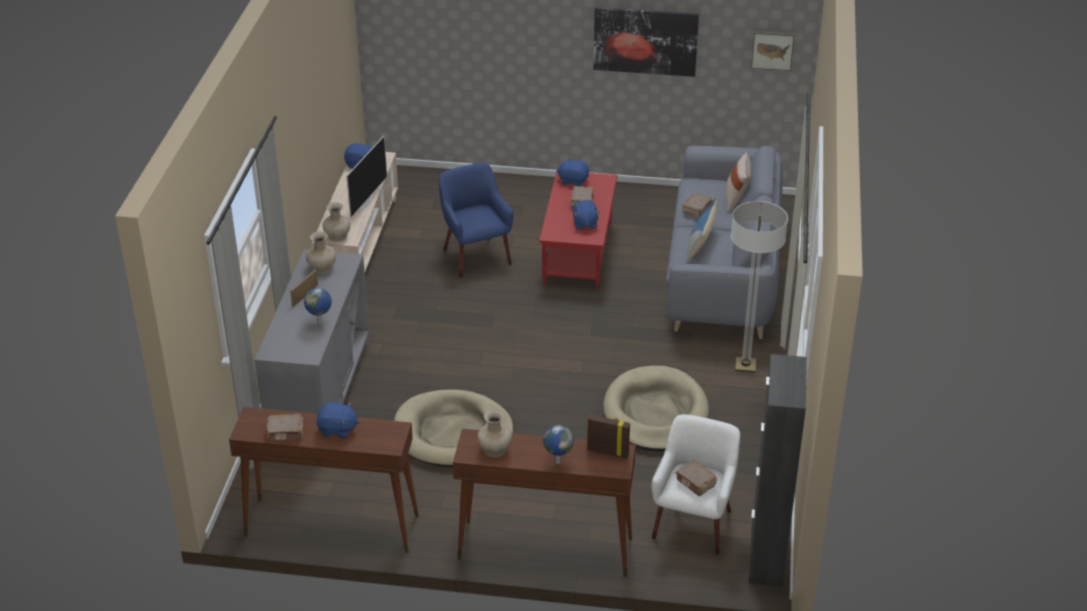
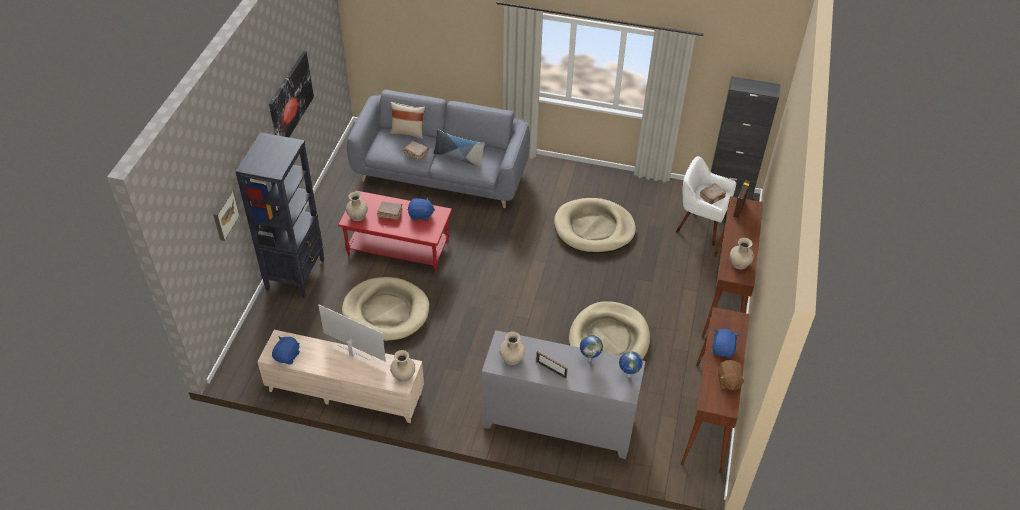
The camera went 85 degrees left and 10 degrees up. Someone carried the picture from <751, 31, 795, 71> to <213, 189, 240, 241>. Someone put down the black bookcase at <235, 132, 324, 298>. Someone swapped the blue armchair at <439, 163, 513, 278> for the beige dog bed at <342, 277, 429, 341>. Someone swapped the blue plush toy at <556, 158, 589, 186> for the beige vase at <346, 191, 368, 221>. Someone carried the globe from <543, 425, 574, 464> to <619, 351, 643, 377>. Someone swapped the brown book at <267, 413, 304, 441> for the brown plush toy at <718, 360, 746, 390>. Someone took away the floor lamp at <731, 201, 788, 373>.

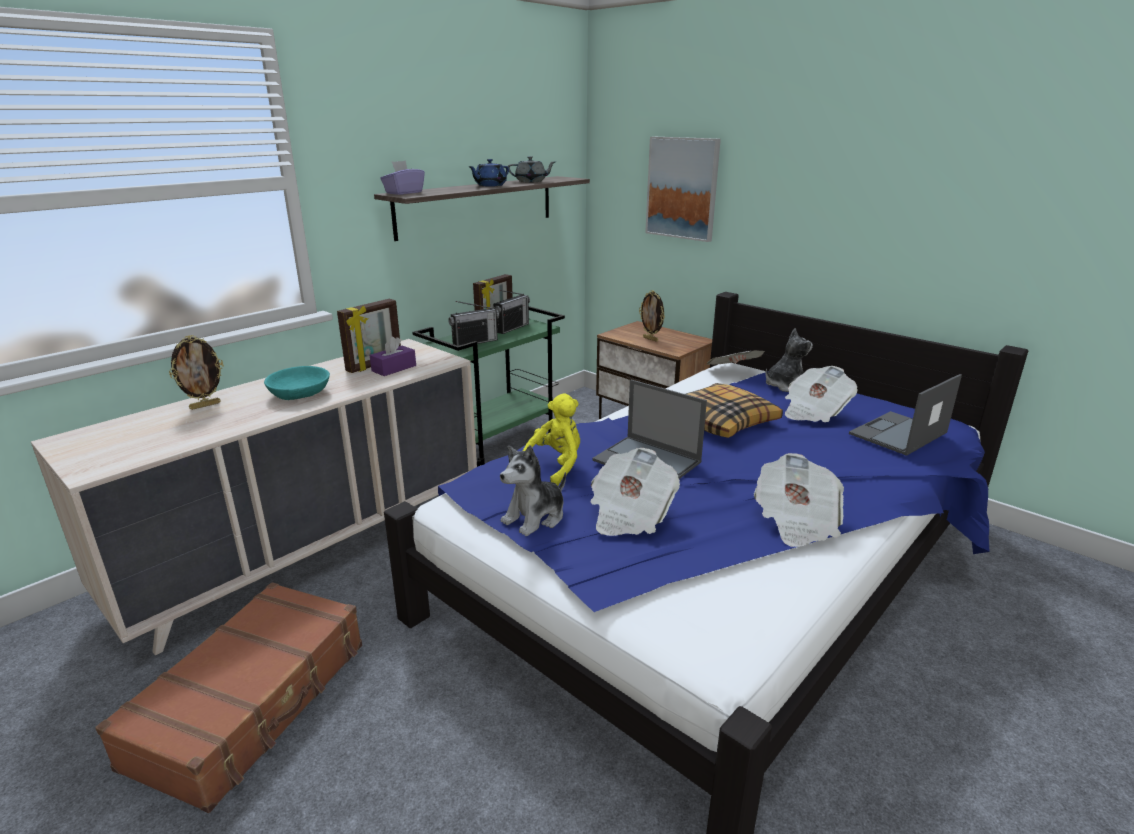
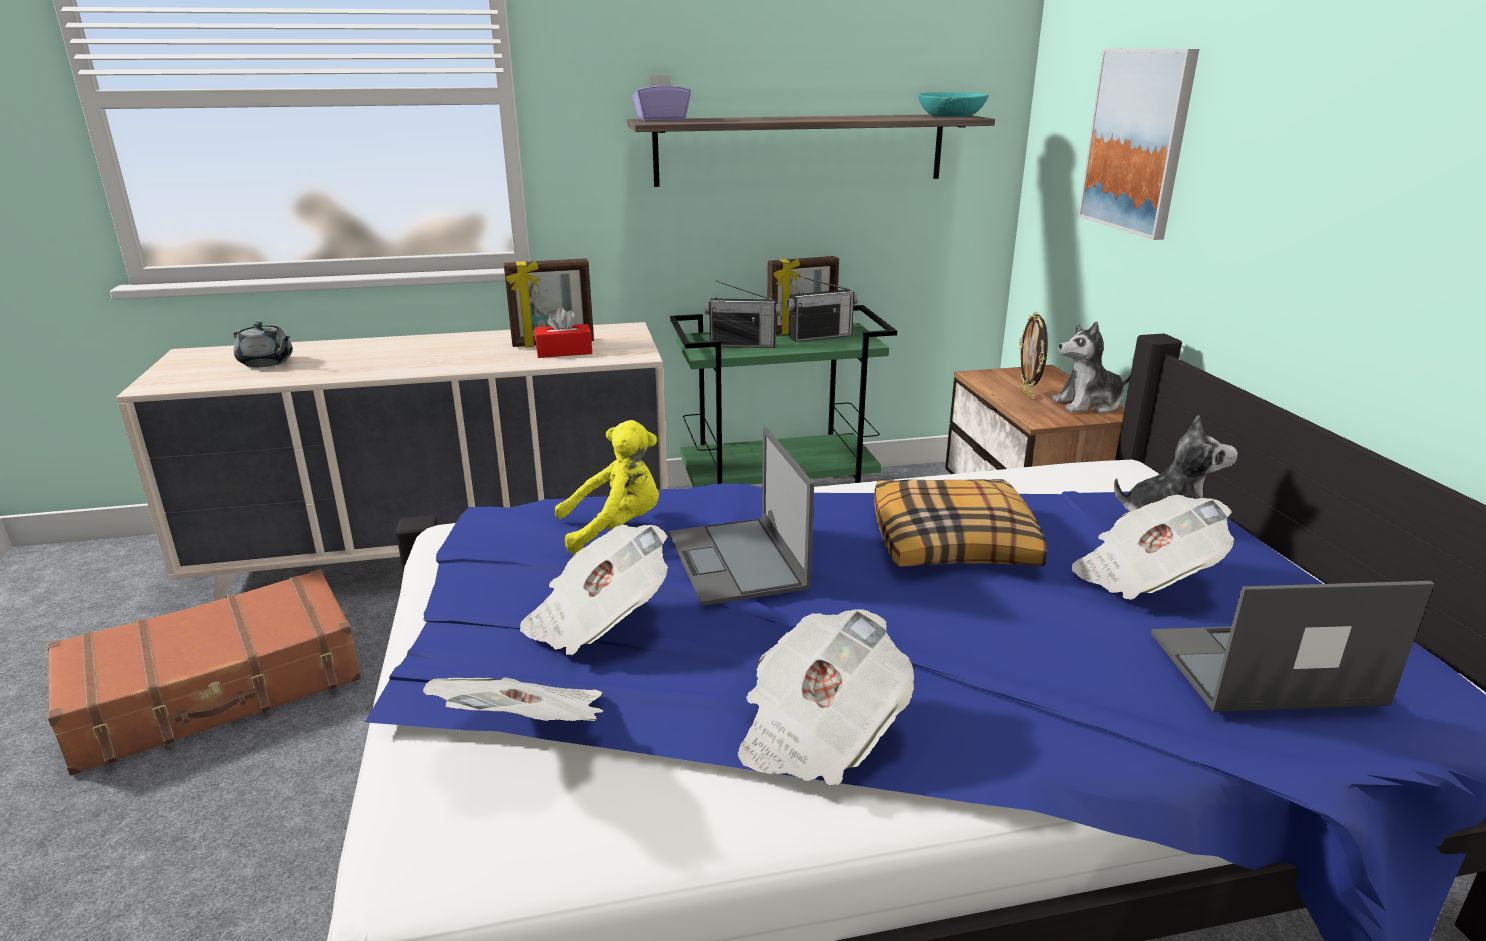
The camera went 35 degrees right and 0 degrees up. Someone carried the grey teapot from <508, 156, 555, 182> to <233, 321, 293, 367>. Someone carried the newspaper from <705, 350, 765, 365> to <423, 677, 603, 721>. Someone repainted the purple tissue box at <370, 336, 416, 376>, which became the red tissue box at <534, 307, 592, 358>. Someone carried the turquoise bowl from <264, 366, 330, 400> to <918, 92, 989, 117>. Someone carried the plush toy from <500, 445, 566, 536> to <1052, 321, 1131, 413>. Someone took away the picture frame at <169, 335, 224, 410>. Someone took away the blue teapot at <468, 159, 509, 187>.

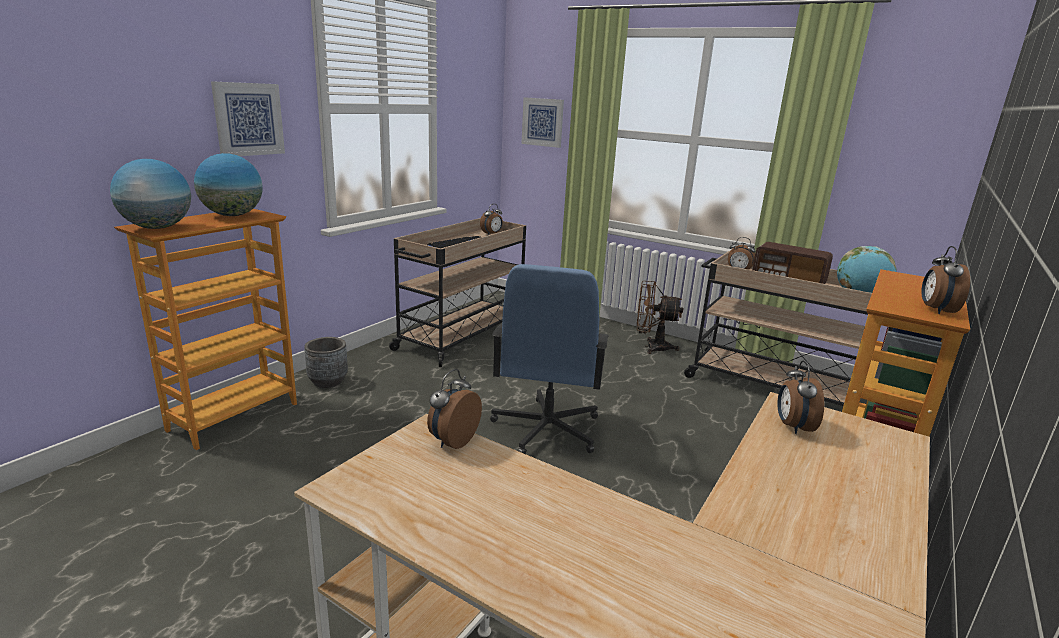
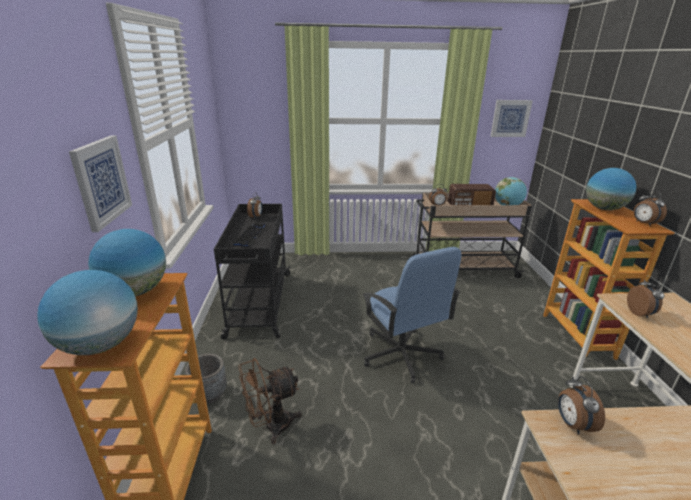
The camera went 35 degrees left and 5 degrees up. Someone repainted the beige cart at <389, 218, 526, 367>, which became the black cart at <214, 204, 291, 340>. Someone carried the brown fan from <637, 281, 683, 354> to <238, 358, 302, 444>. Someone carried the picture from <521, 97, 564, 148> to <491, 100, 533, 137>. Someone put down the globe at <586, 168, 636, 210>. Someone rotated the alarm clock at <777, 361, 824, 434> by 150 degrees counterclockwise.

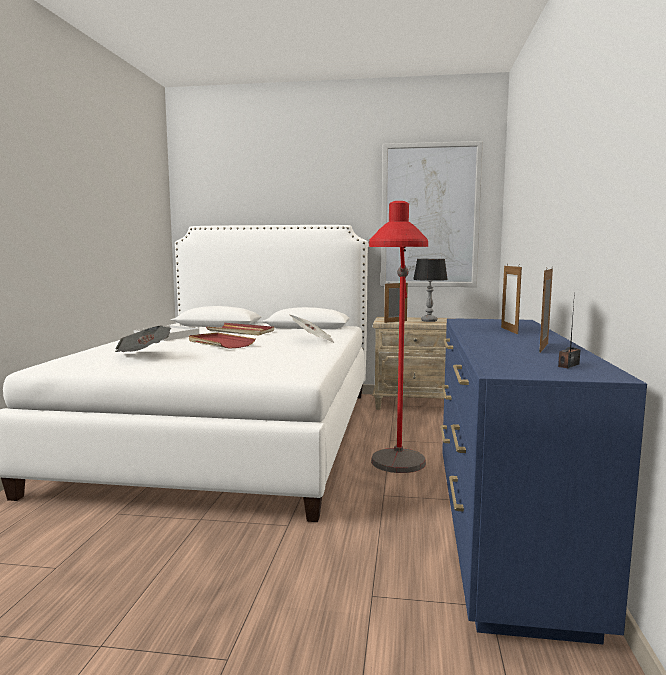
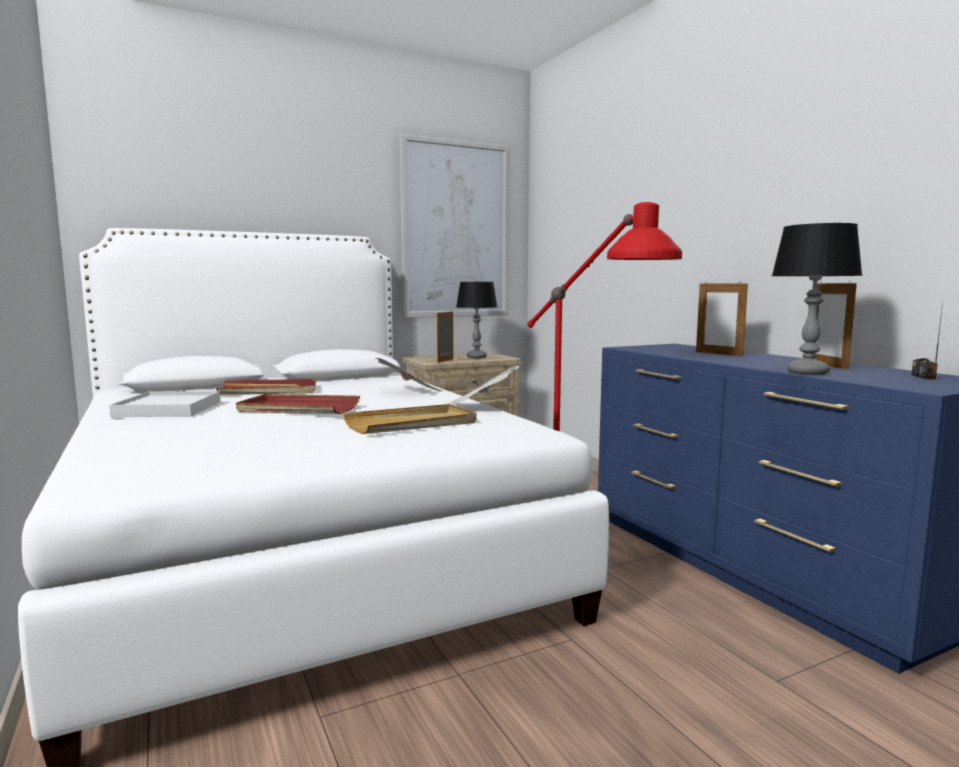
The camera went 35 degrees left and 0 degrees up. Someone put down the beige tray at <343, 404, 477, 434>. Someone carried the newspaper from <115, 326, 171, 352> to <448, 365, 519, 405>. Someone put down the table lamp at <772, 223, 863, 375>.

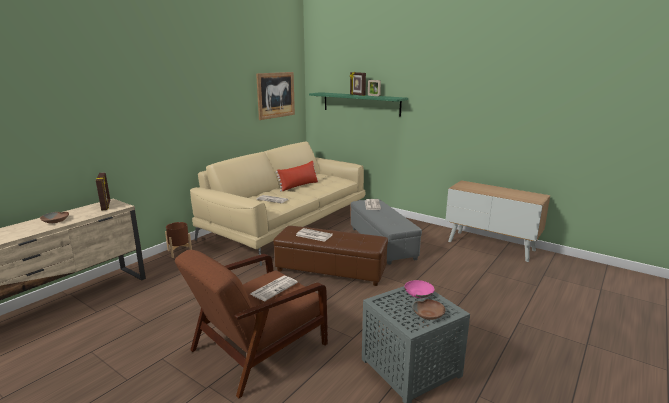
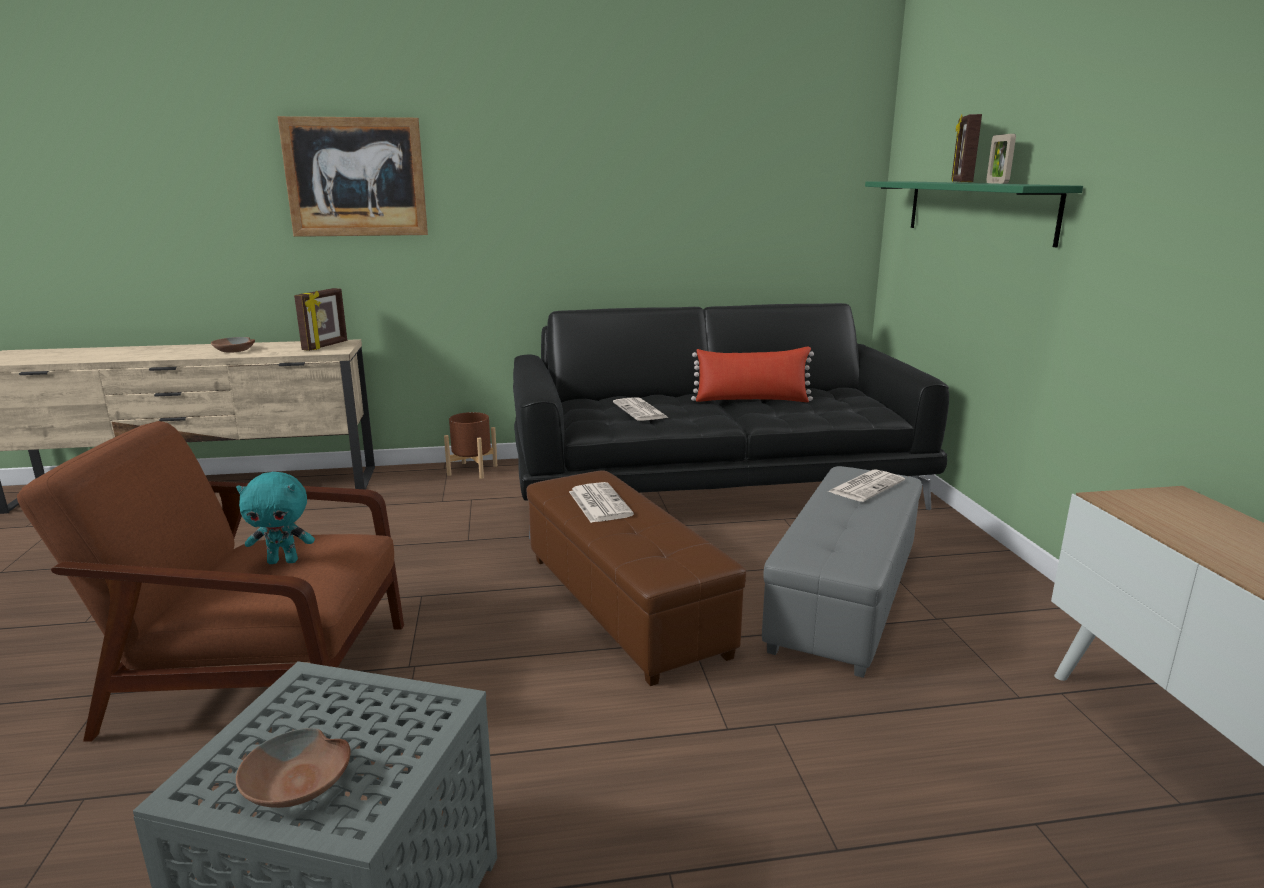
The camera went 45 degrees right and 0 degrees up. Someone swapped the newspaper at <250, 276, 298, 301> for the turquoise plush toy at <236, 472, 315, 564>. Someone carried the picture from <256, 72, 295, 120> to <277, 116, 428, 237>. Someone repainted the beige sofa at <190, 141, 365, 266>, which became the black sofa at <513, 303, 949, 539>. Someone took away the pink bowl at <404, 280, 435, 298>.

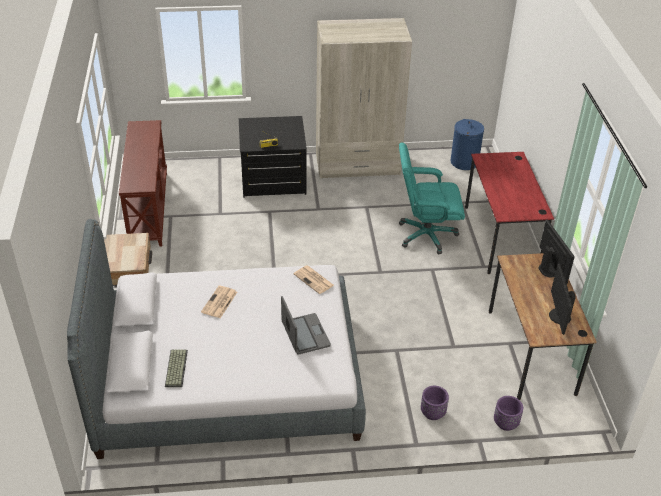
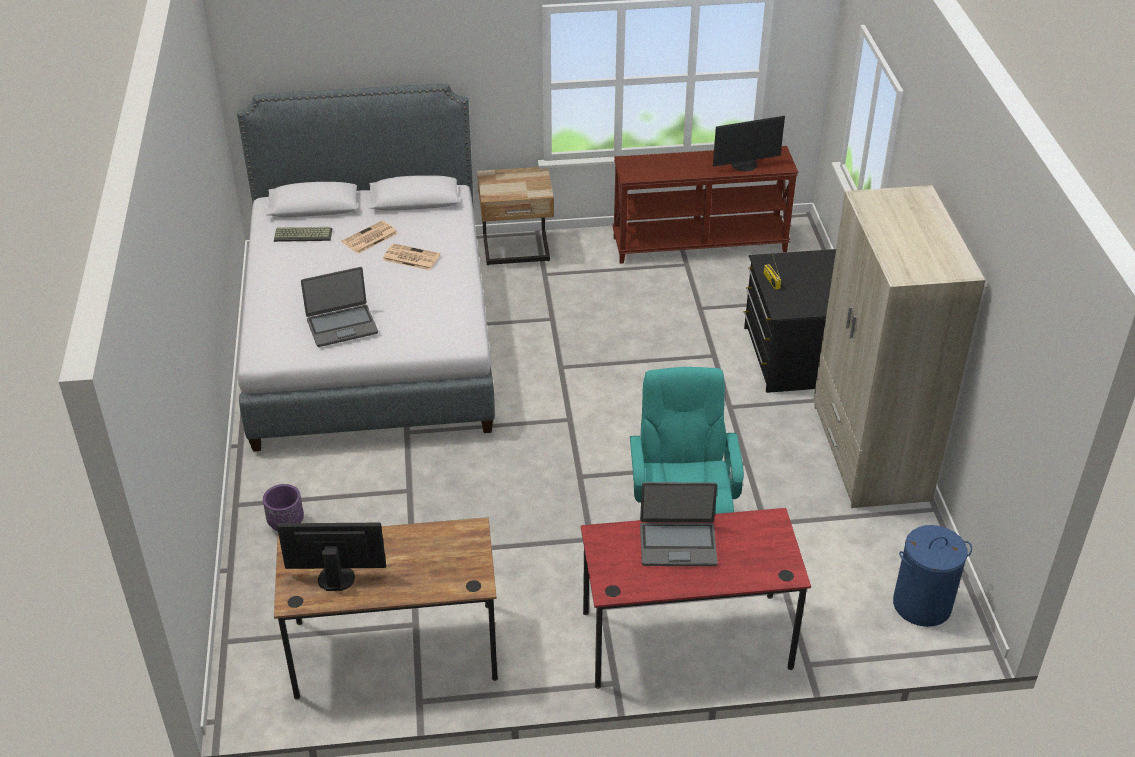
The camera went 90 degrees right and 0 degrees up. Someone carried the newspaper from <293, 266, 334, 294> to <342, 221, 398, 254>. Someone put down the laptop at <640, 482, 718, 566>. Someone carried the monitor from <538, 219, 575, 284> to <713, 116, 785, 171>. Someone took away the purple planter at <494, 396, 523, 431>.

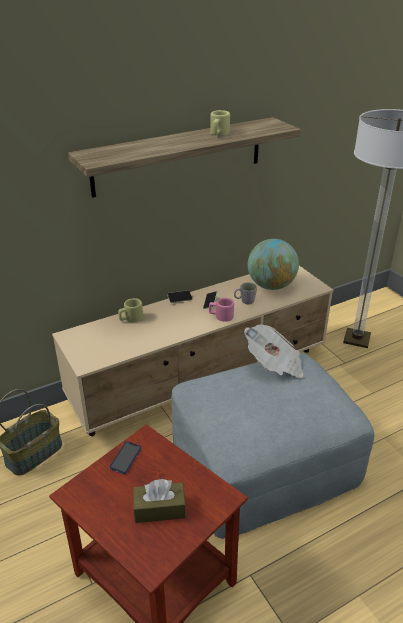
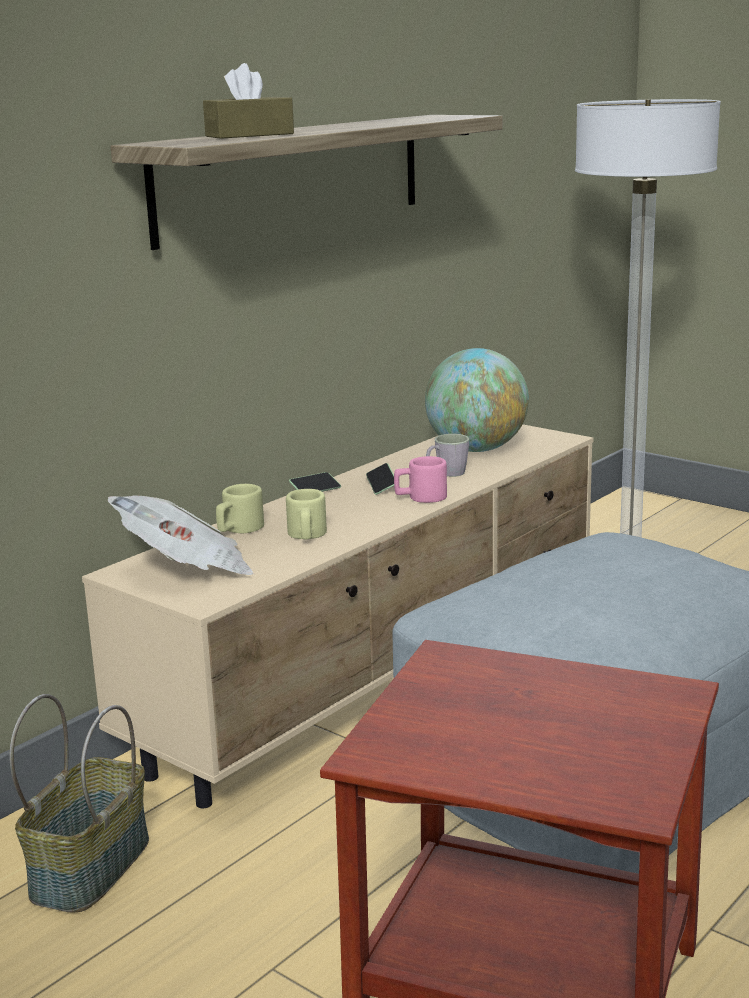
The camera went 20 degrees left and 15 degrees down. Someone carried the newspaper from <244, 325, 304, 378> to <108, 495, 254, 575>. Someone carried the brown tissue box from <133, 479, 186, 523> to <203, 63, 294, 139>. Someone carried the beige mug from <210, 110, 230, 136> to <286, 489, 327, 540>. Someone took away the phone at <110, 441, 141, 474>.

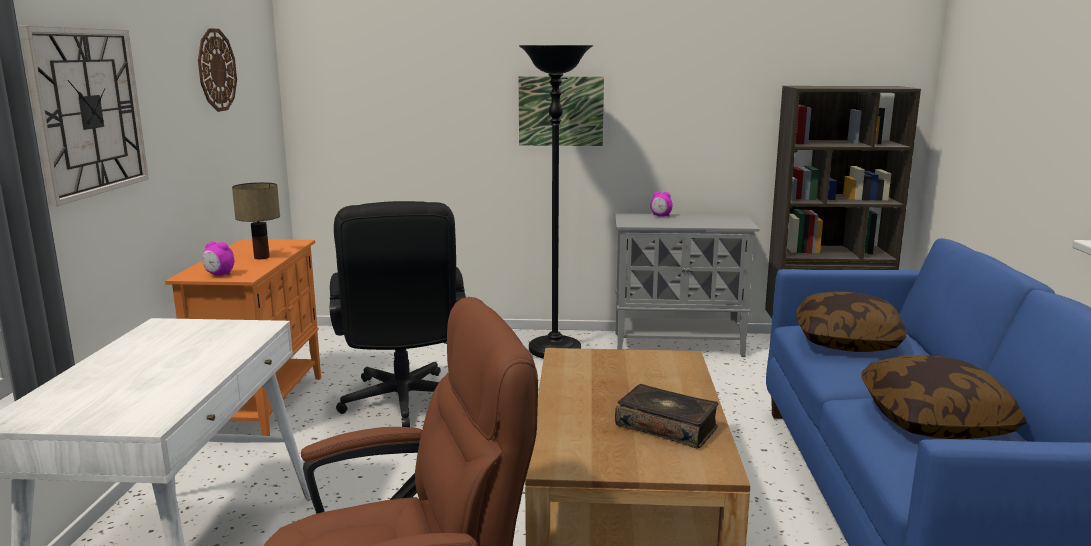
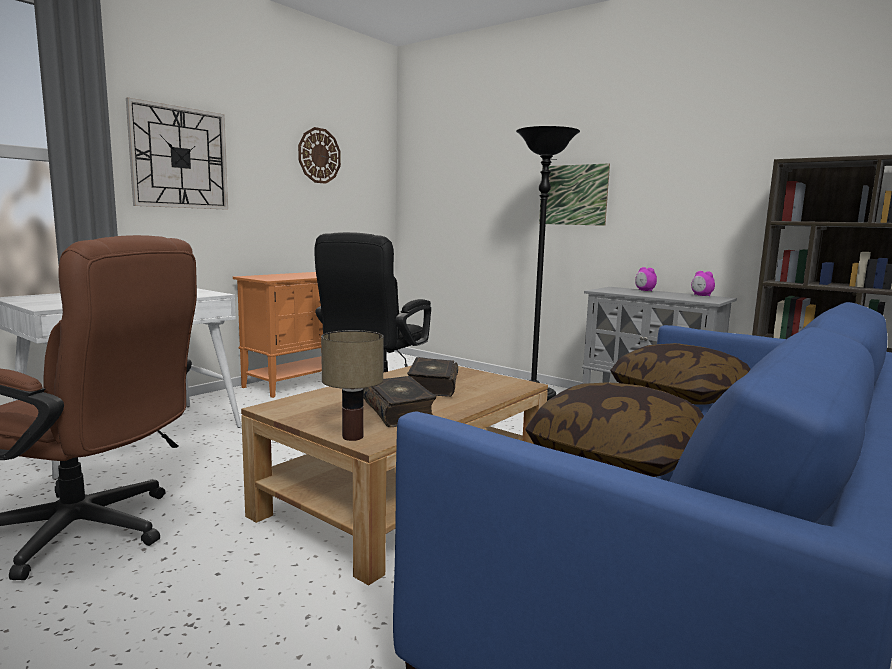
The camera went 35 degrees right and 5 degrees down. Someone carried the table lamp from <232, 182, 280, 259> to <321, 330, 384, 441>. Someone put down the book at <407, 357, 458, 397>. Someone carried the alarm clock from <203, 242, 234, 276> to <691, 271, 715, 296>.

